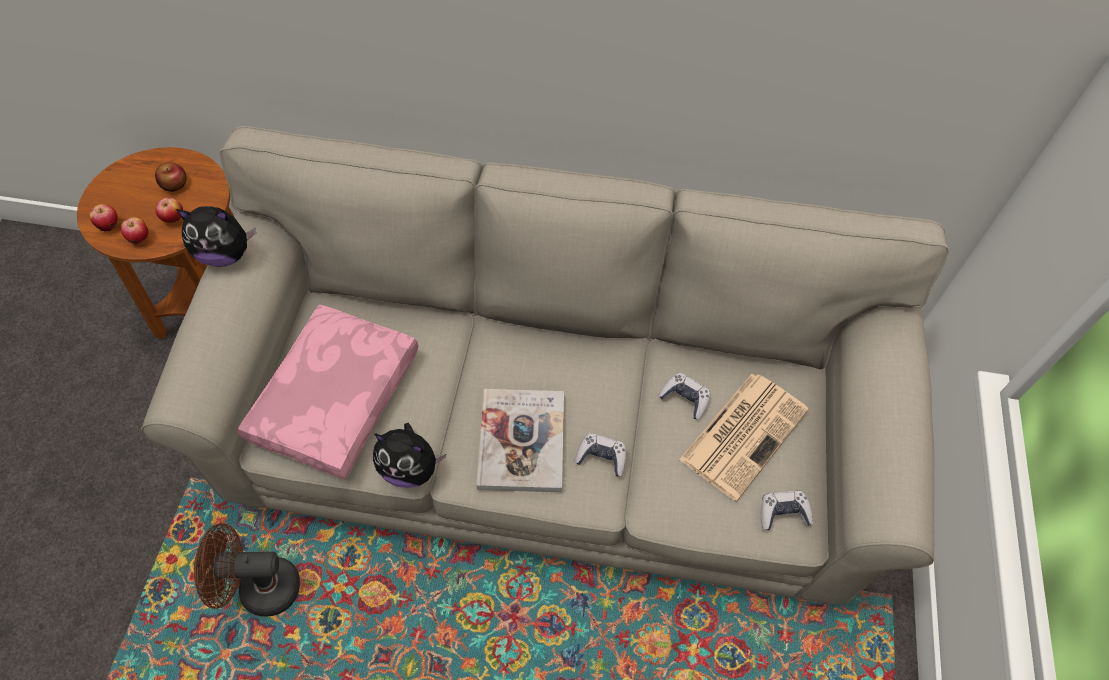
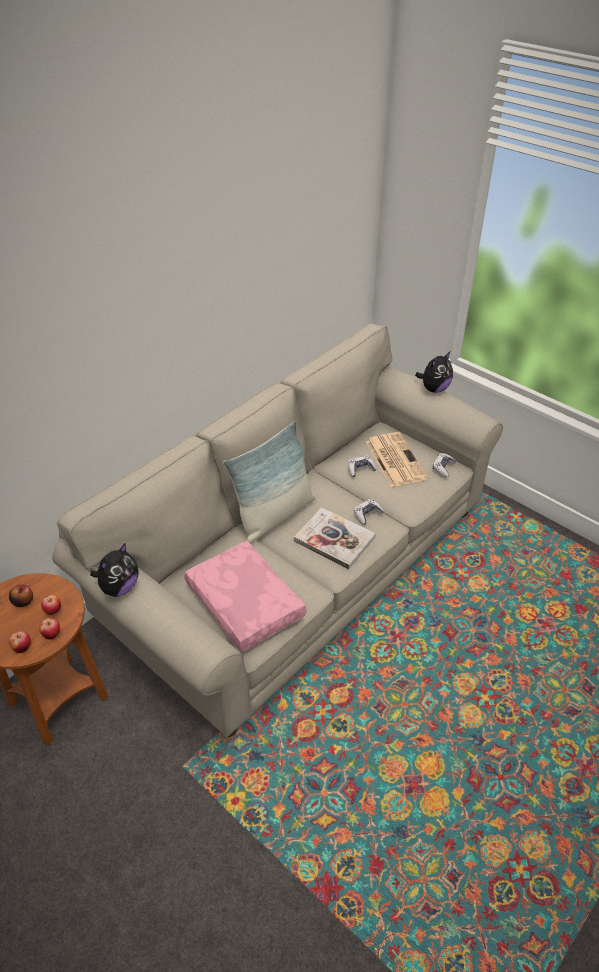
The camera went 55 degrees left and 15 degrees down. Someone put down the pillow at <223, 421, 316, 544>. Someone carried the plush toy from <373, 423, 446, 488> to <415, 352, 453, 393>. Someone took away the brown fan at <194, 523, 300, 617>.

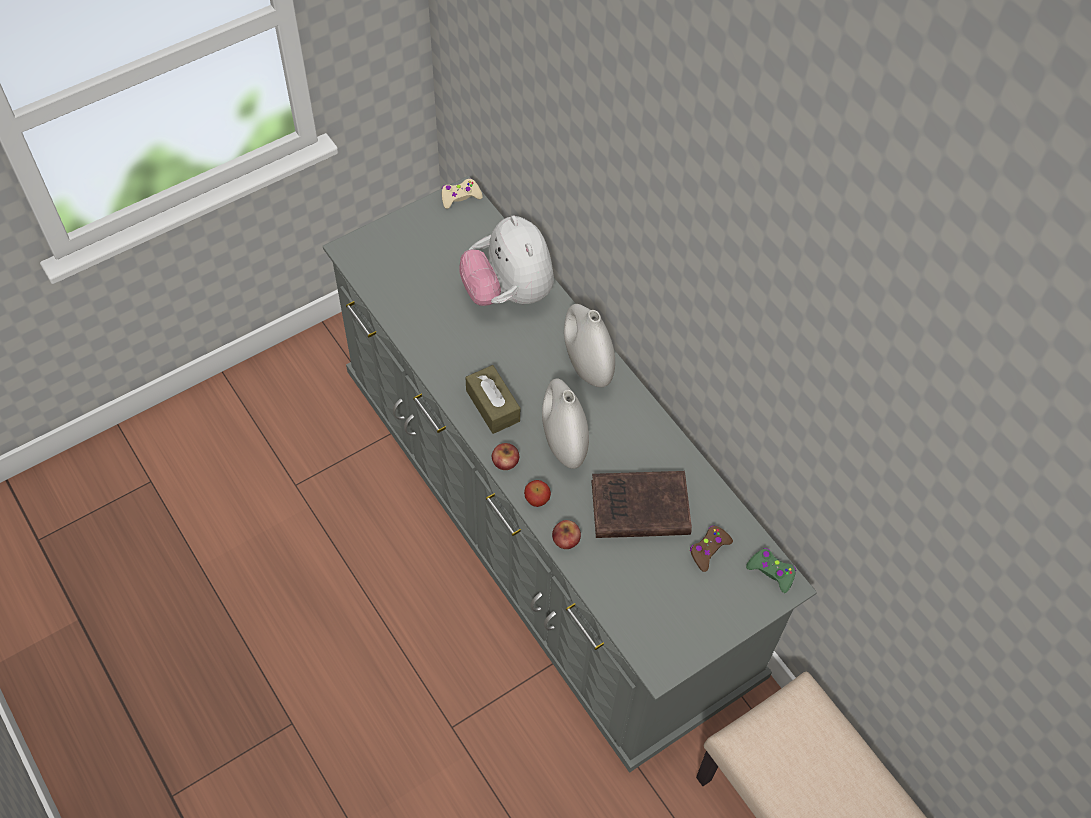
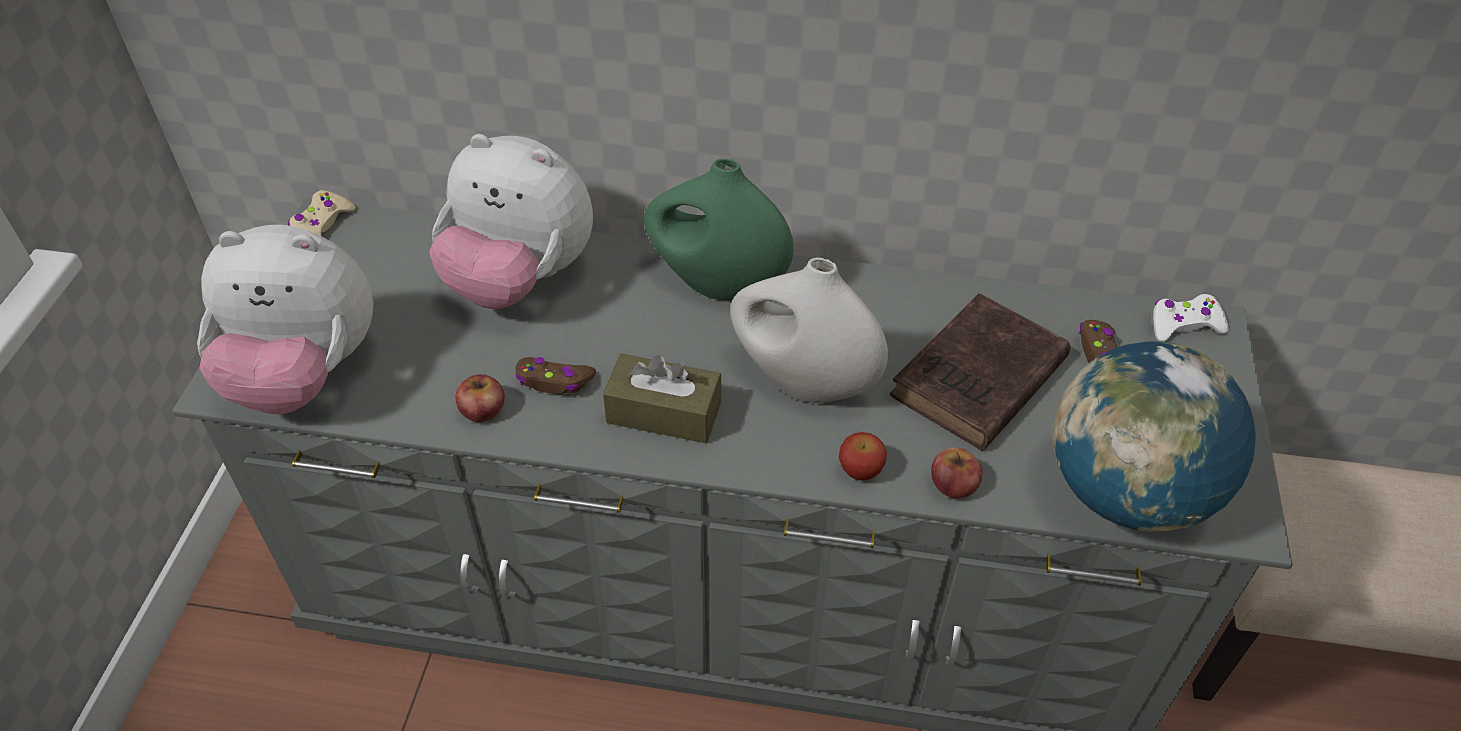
The camera went 45 degrees left and 10 degrees down. Someone put down the plush toy at <197, 225, 373, 414>. Someone carried the apple from <492, 443, 519, 470> to <455, 374, 505, 422>. Someone put down the brown game controller at <516, 357, 596, 394>. Someone repainted the white vase at <564, 304, 615, 387>, which became the green vase at <644, 159, 794, 300>. Someone put down the globe at <1053, 341, 1256, 532>. Someone repainted the green game controller at <746, 548, 796, 593>, which became the white game controller at <1153, 294, 1228, 342>.

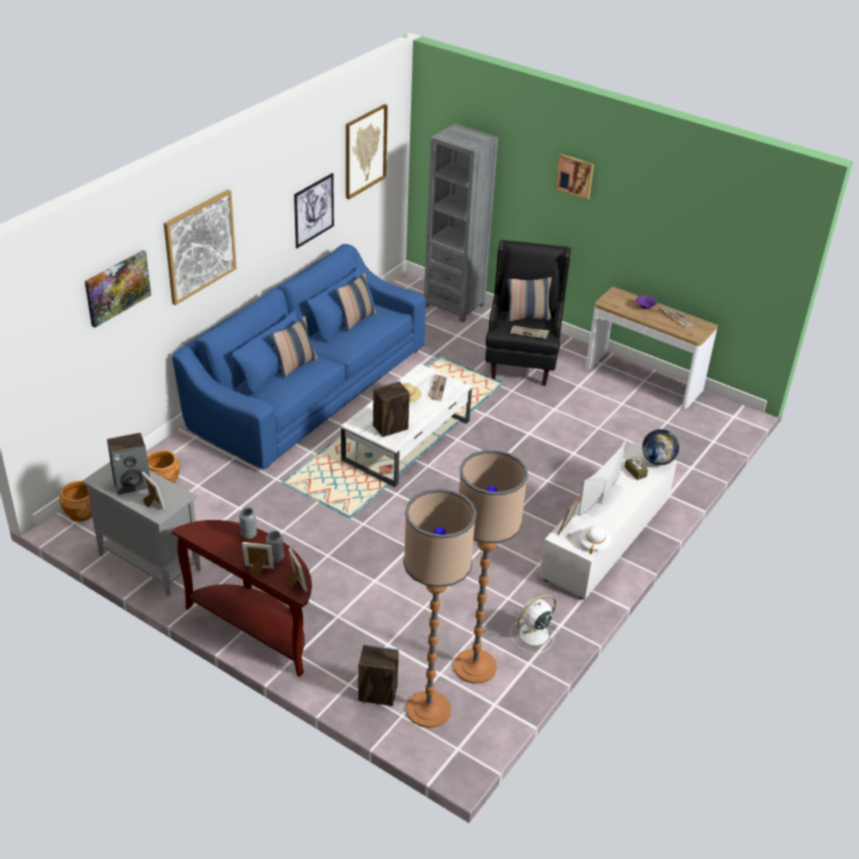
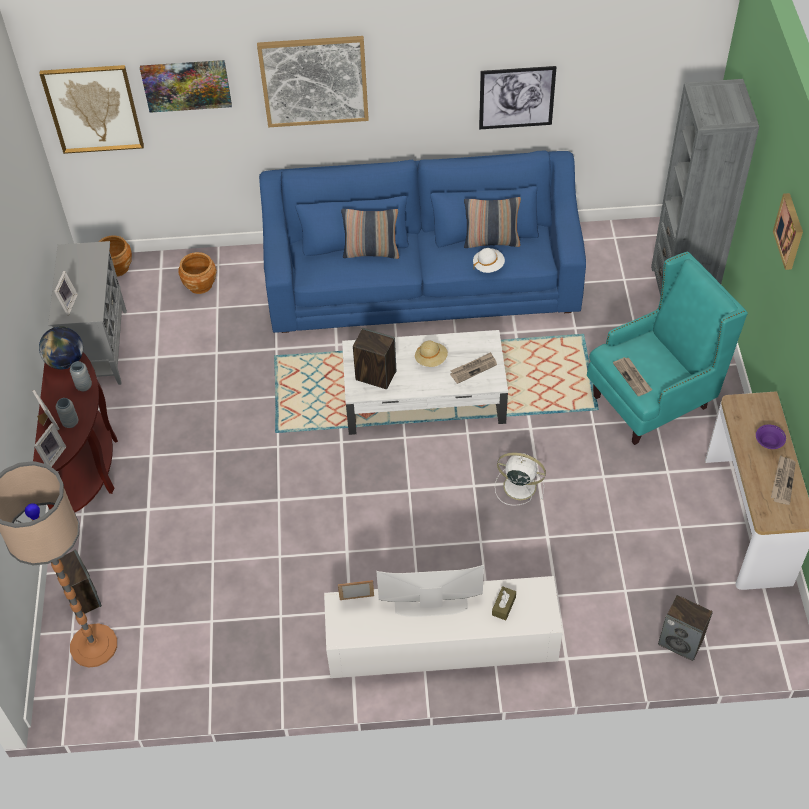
The camera went 55 degrees right and 15 degrees up. Someone carried the globe from <642, 429, 679, 465> to <39, 326, 83, 369>. Someone carried the picture from <346, 104, 388, 199> to <40, 65, 144, 154>. Someone carried the white hat from <580, 526, 611, 554> to <473, 248, 505, 273>. Someone carried the white fan from <510, 594, 558, 654> to <495, 453, 546, 506>. Someone repainted the black armchair at <485, 240, 571, 386>, which became the turquoise armchair at <587, 252, 748, 445>. Someone carried the speaker from <107, 433, 150, 495> to <658, 595, 713, 661>. Someone took away the floor lamp at <454, 450, 528, 684>. Someone took away the pillow at <506, 277, 552, 322>.

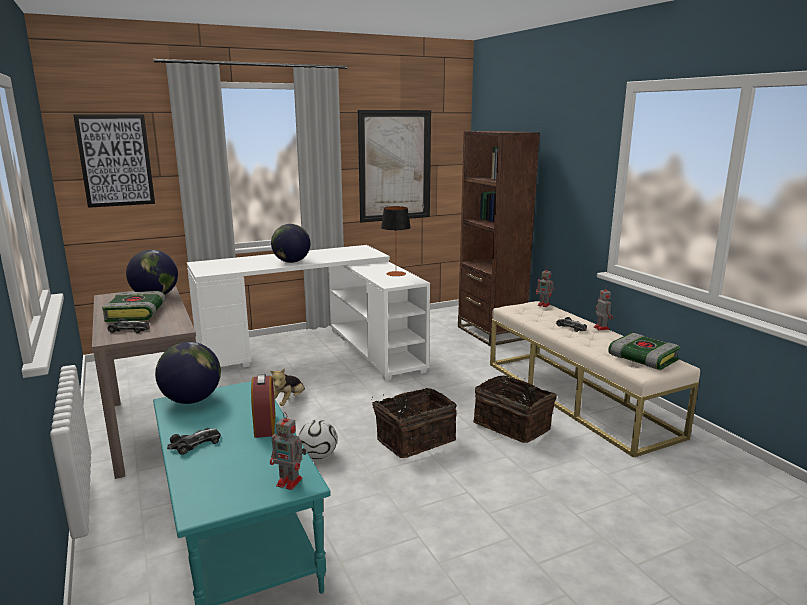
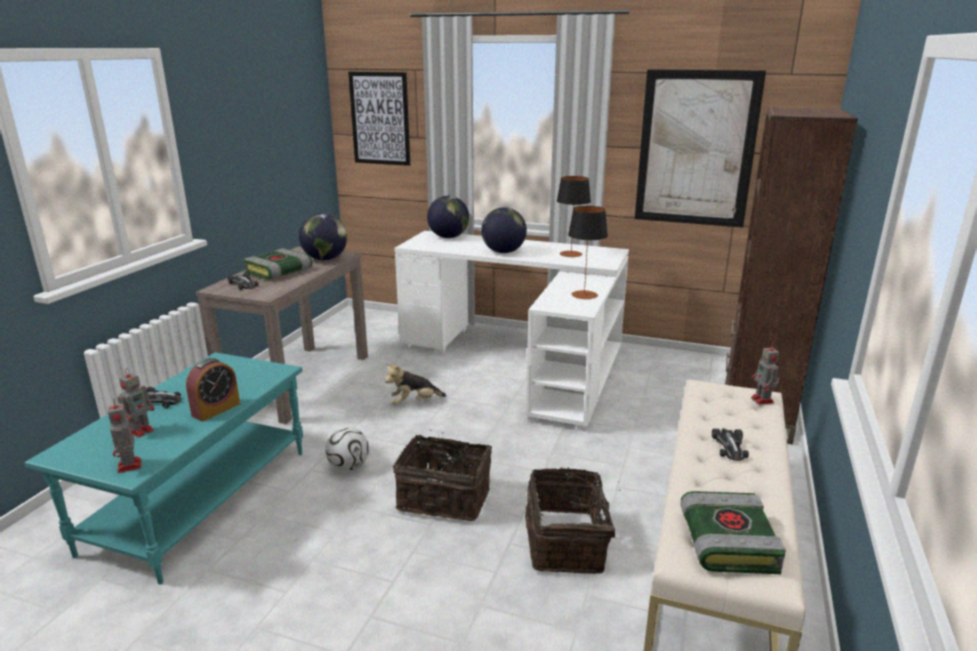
The camera went 45 degrees right and 5 degrees up. Someone carried the toy robot from <594, 286, 613, 331> to <118, 368, 154, 438>. Someone carried the globe from <155, 342, 221, 404> to <427, 196, 469, 238>. Someone put down the table lamp at <557, 176, 591, 257>.

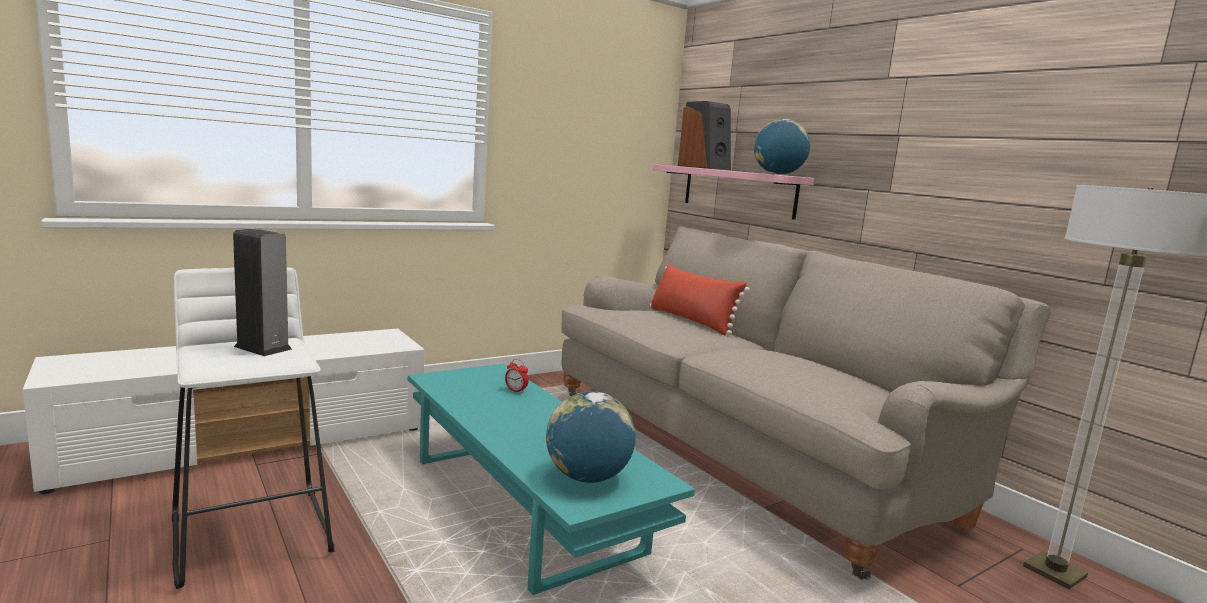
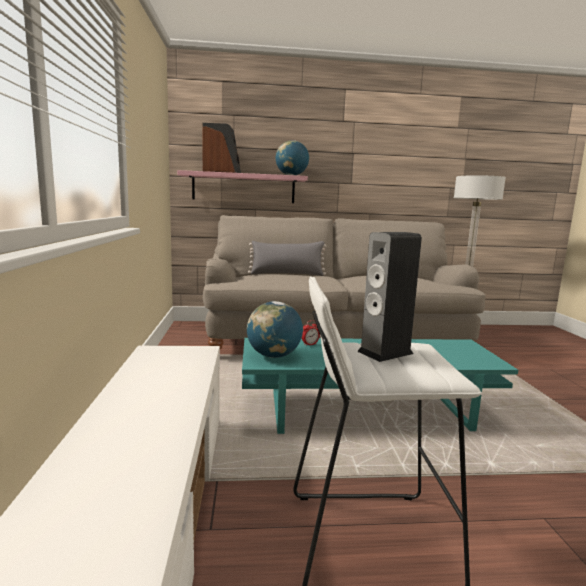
The camera went 60 degrees left and 0 degrees up. Someone carried the globe from <546, 391, 636, 483> to <247, 301, 303, 358>. Someone repainted the red pillow at <650, 264, 750, 335>, which became the grey pillow at <248, 241, 326, 276>.

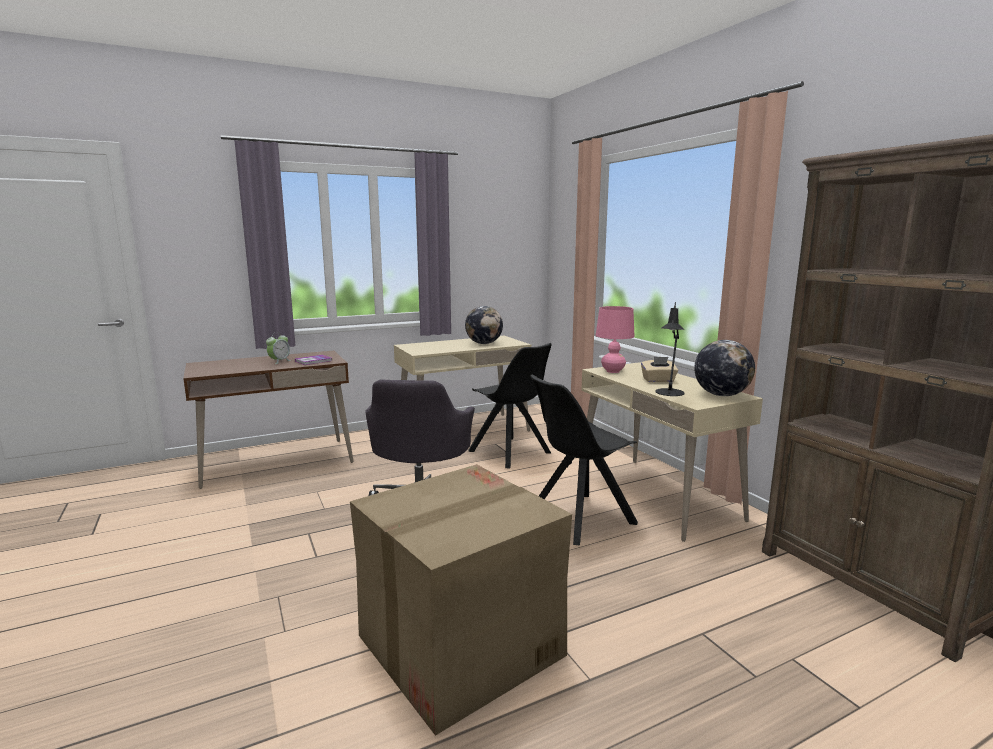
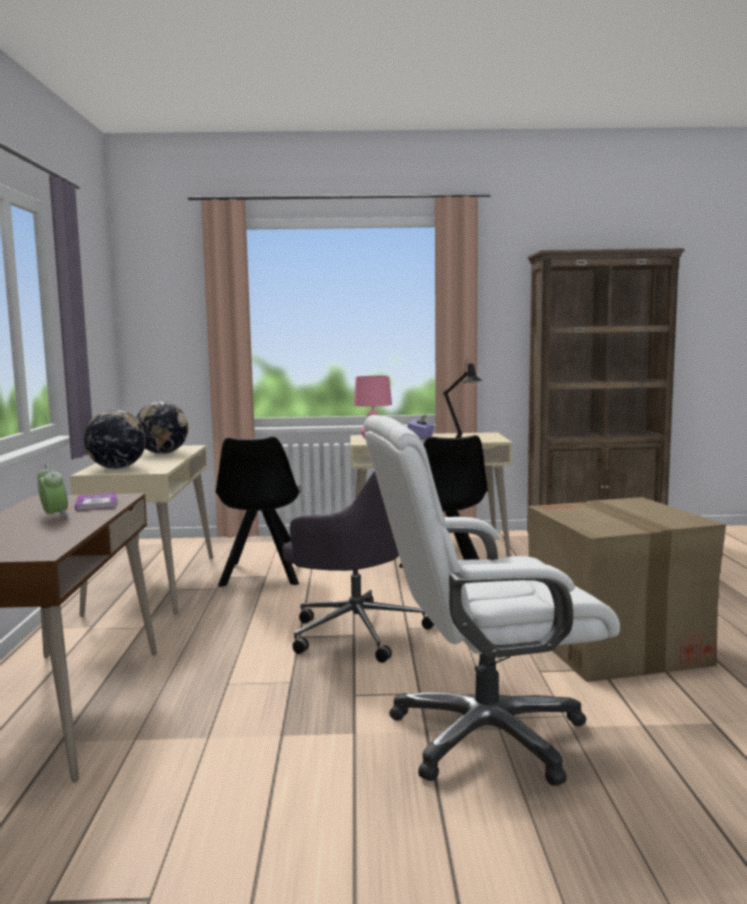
The camera went 65 degrees left and 5 degrees down. Someone carried the globe from <694, 340, 755, 396> to <84, 410, 146, 469>. Someone rotated the black chair at <468, 343, 552, 468> by 105 degrees clockwise. Someone put down the white office chair at <364, 415, 620, 786>. Someone repainted the beige tissue box at <641, 357, 678, 382>, which became the purple tissue box at <408, 415, 435, 440>.

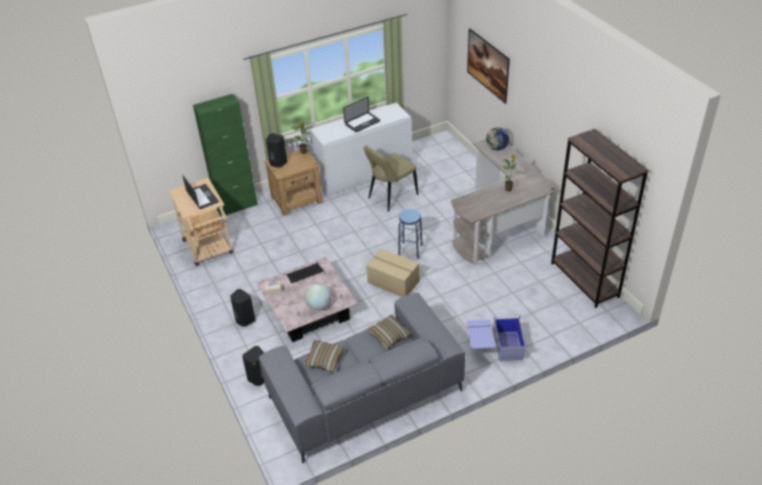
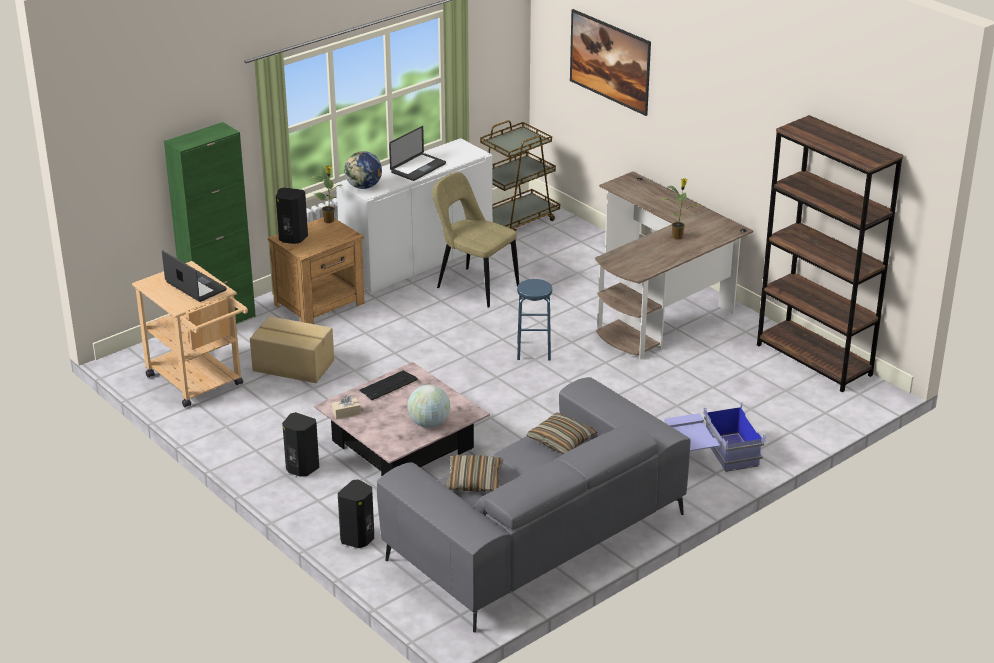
The camera went 15 degrees left and 10 degrees down. Someone carried the cardboard box from <366, 249, 420, 297> to <250, 316, 334, 383>. Someone carried the globe from <486, 127, 510, 151> to <344, 151, 382, 189>. Someone rotated the beige chair at <364, 145, 418, 212> by 90 degrees clockwise. Someone put down the brown cart at <480, 120, 560, 231>.

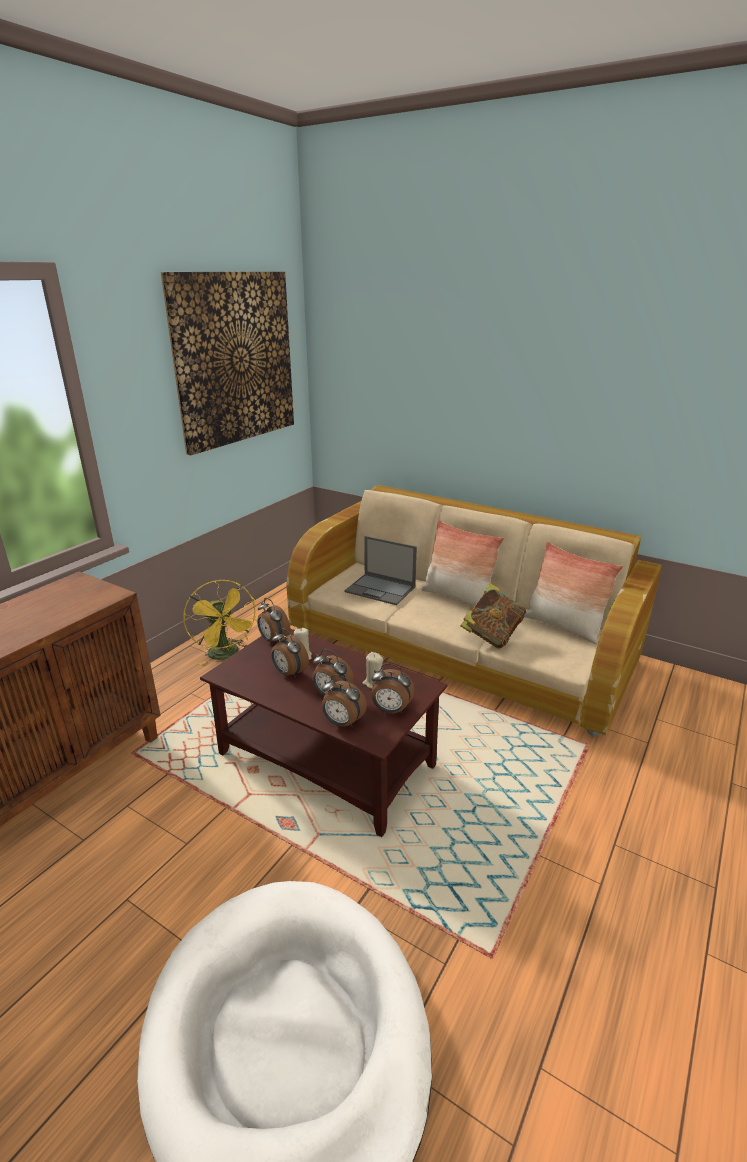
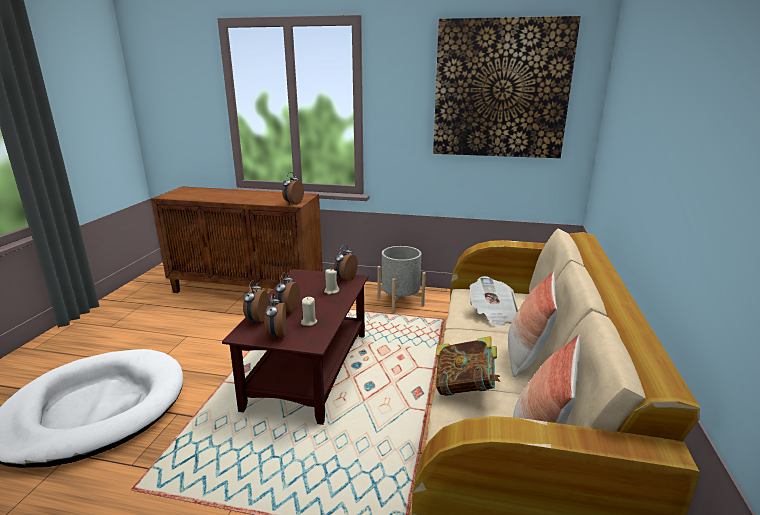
The camera went 70 degrees right and 5 degrees down. Someone carried the alarm clock from <271, 628, 309, 678> to <282, 172, 304, 204>. Someone swapped the yellow fan at <183, 580, 258, 665> for the grey planter at <378, 246, 426, 313>. Someone swapped the laptop at <345, 536, 417, 605> for the newspaper at <470, 276, 518, 327>.

